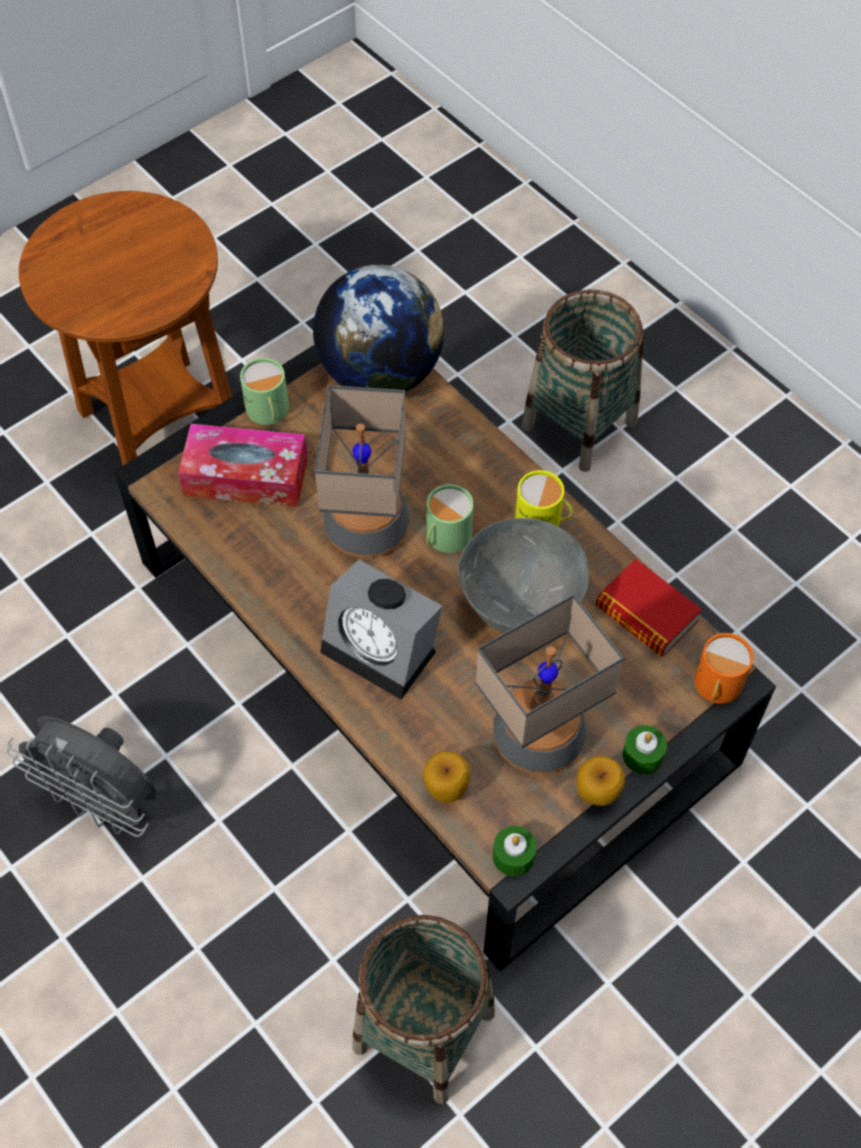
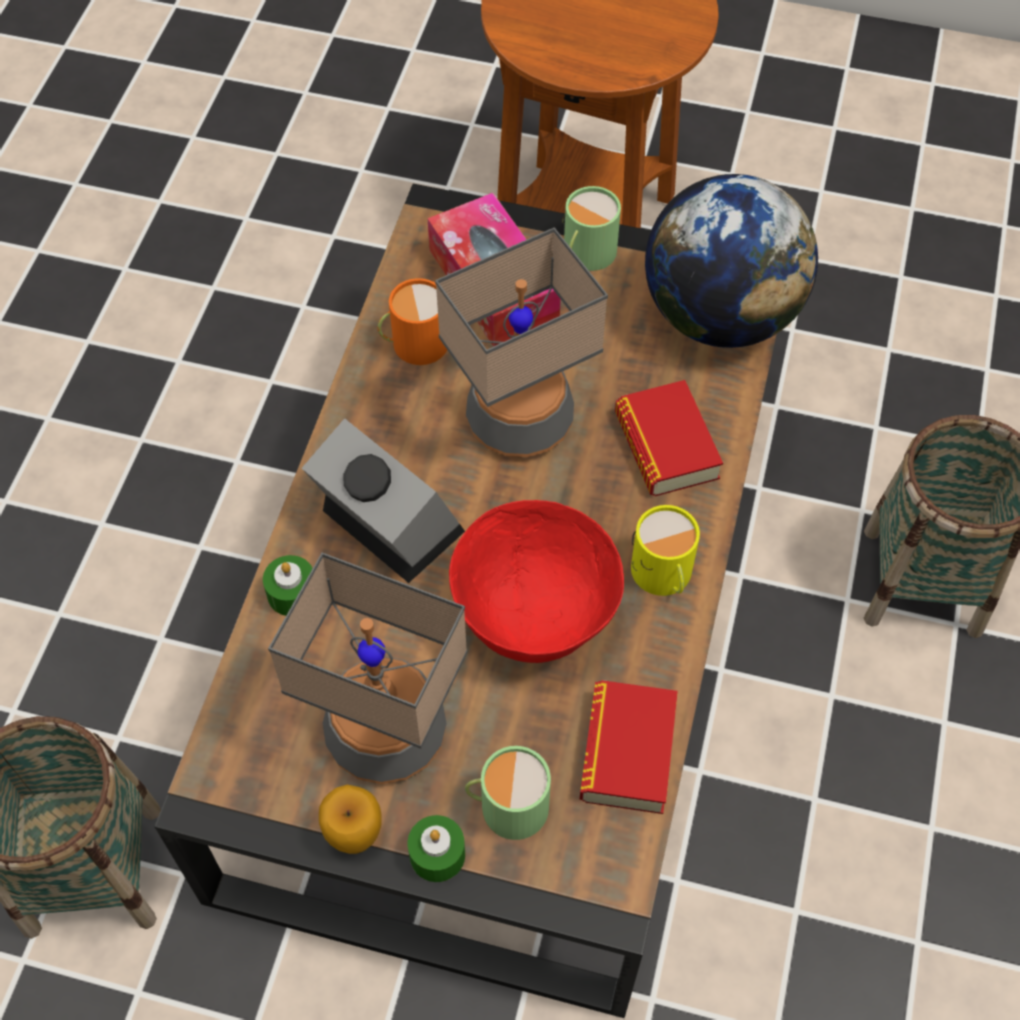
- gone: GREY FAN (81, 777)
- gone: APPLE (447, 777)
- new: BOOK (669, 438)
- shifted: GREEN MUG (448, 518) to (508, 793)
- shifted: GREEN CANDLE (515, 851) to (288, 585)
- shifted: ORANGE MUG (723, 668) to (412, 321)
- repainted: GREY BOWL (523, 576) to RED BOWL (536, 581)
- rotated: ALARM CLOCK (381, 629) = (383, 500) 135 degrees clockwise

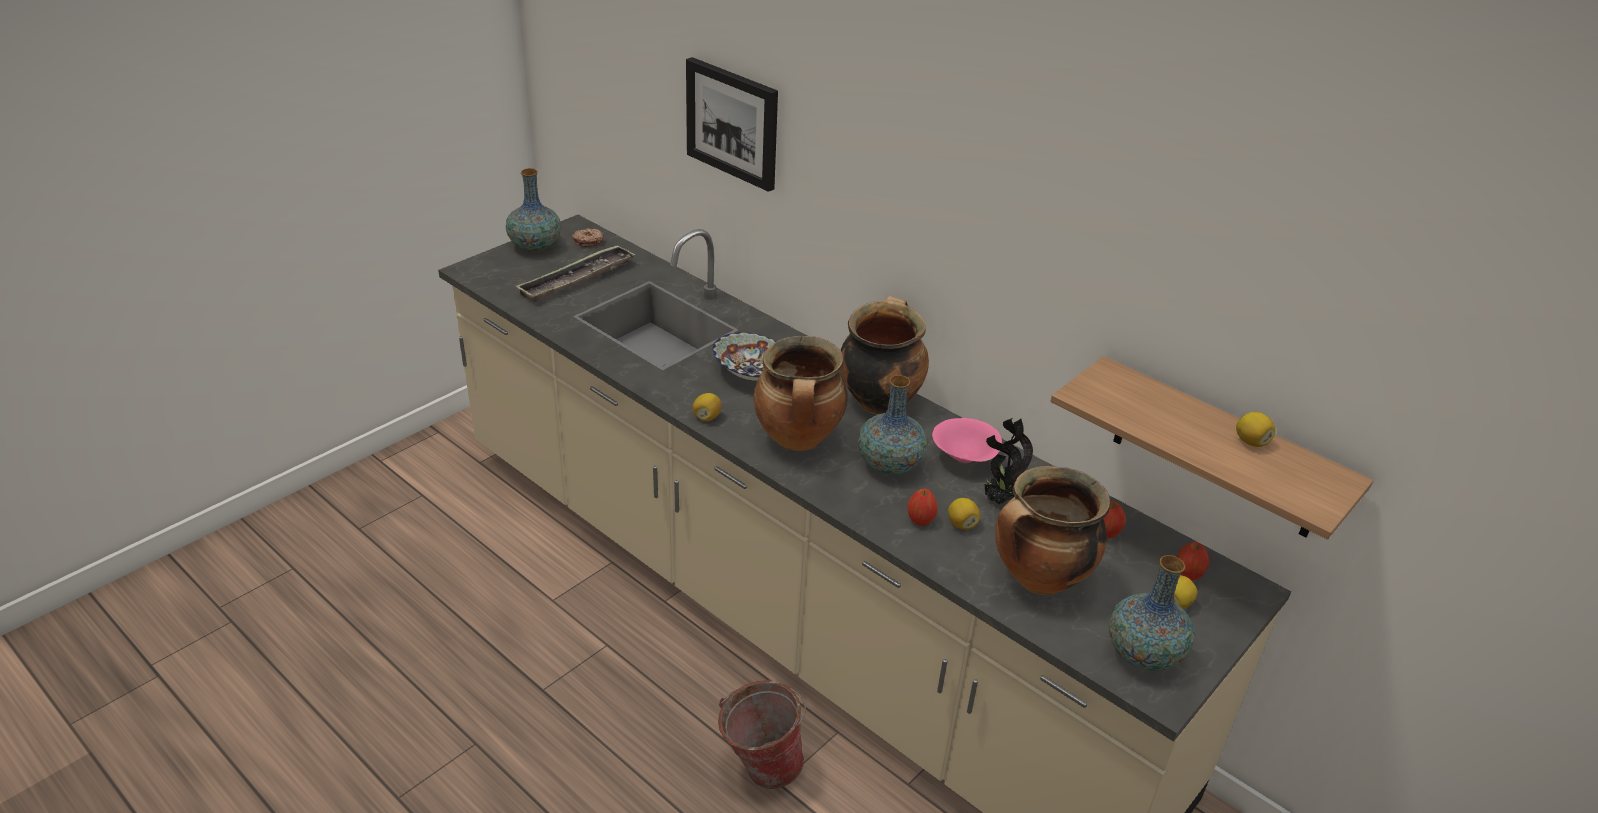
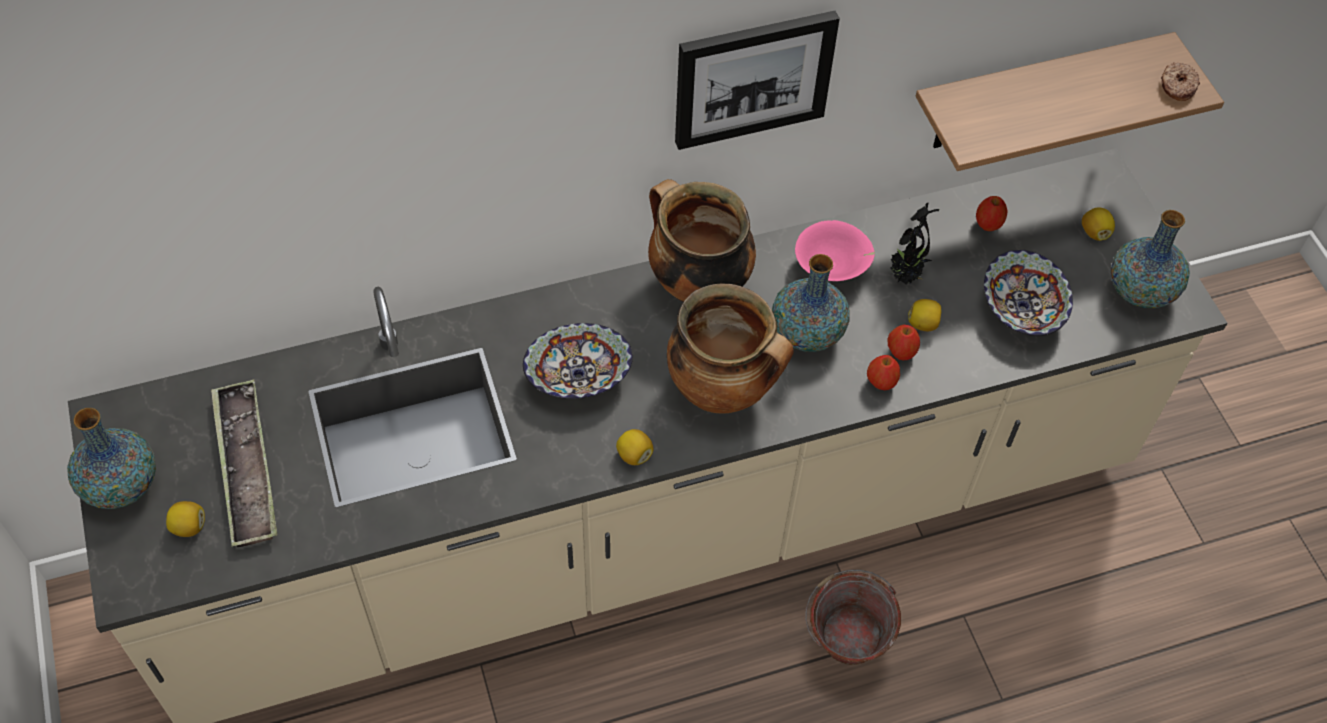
- shifted: DONUT (587, 237) to (1180, 81)
- shifted: PICTURE (732, 124) to (757, 80)
- shifted: APPLE (1193, 561) to (883, 372)
- shifted: LEMON (1255, 429) to (185, 519)
- swapped: COOKING POT (1052, 530) to BOWL (1028, 293)

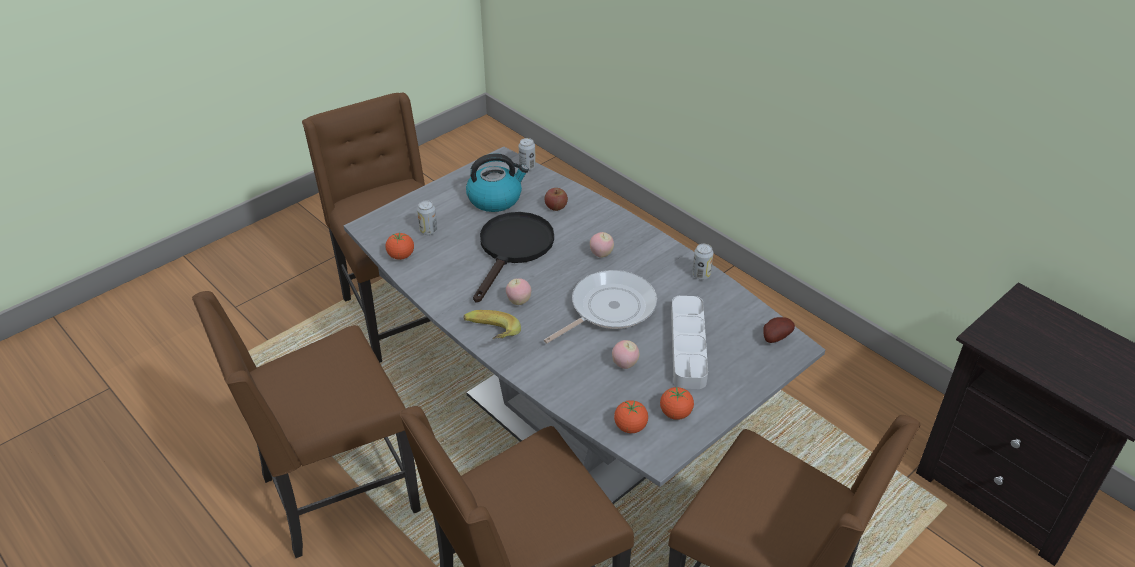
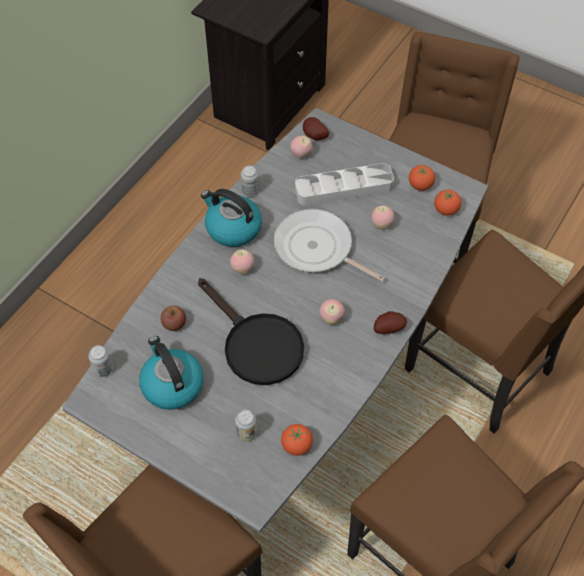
- new: KETTLE (231, 218)
- new: APPLE (301, 147)
- swapped: BANANA (492, 324) to POTATO (390, 322)
- rotated: BLACK FRYING PAN (513, 257) = (251, 331) 135 degrees counterclockwise

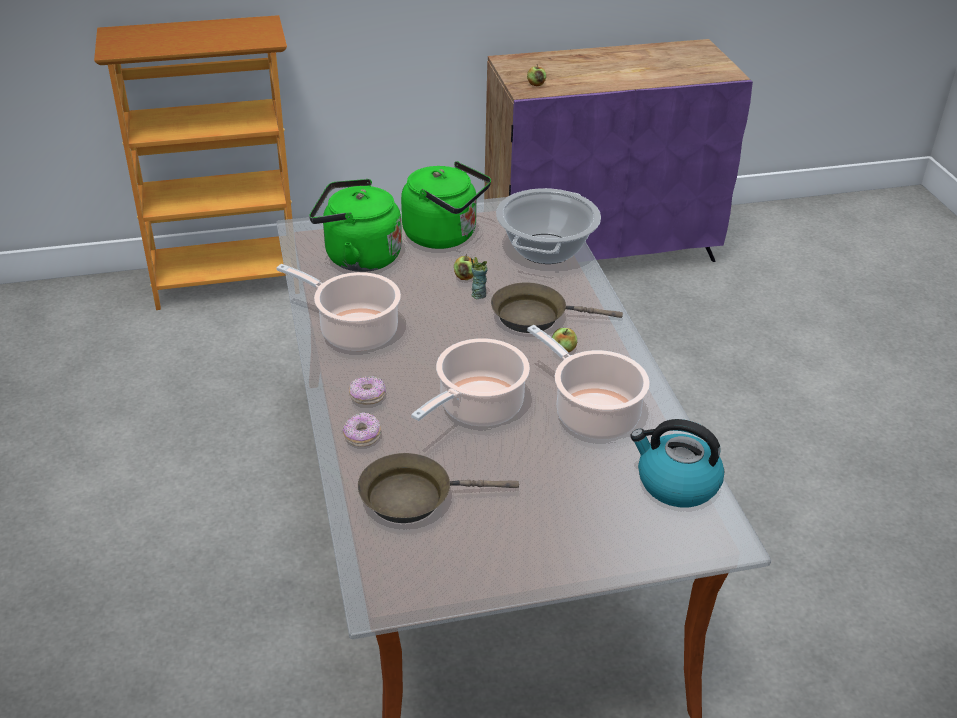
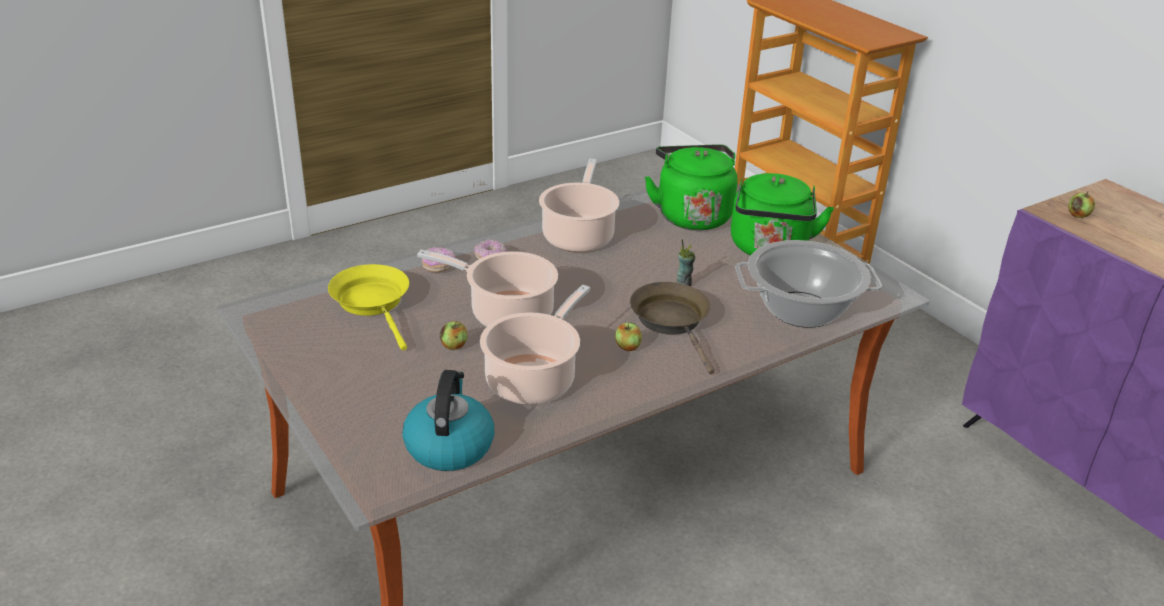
- shifted: APPLE (464, 267) to (454, 335)
- repainted: BROWN FRYING PAN (438, 488) to YELLOW FRYING PAN (368, 307)

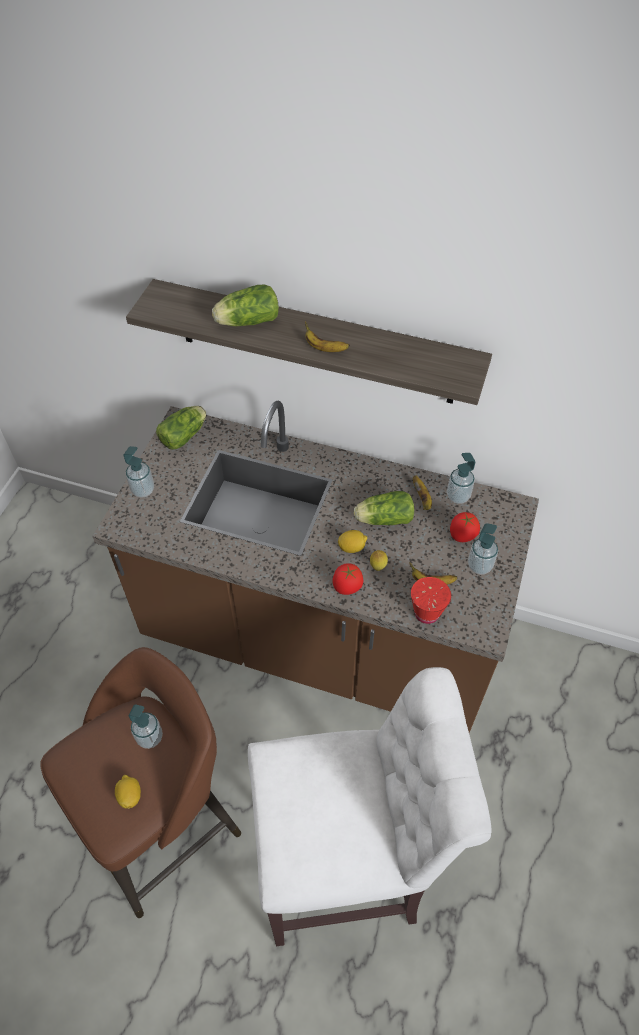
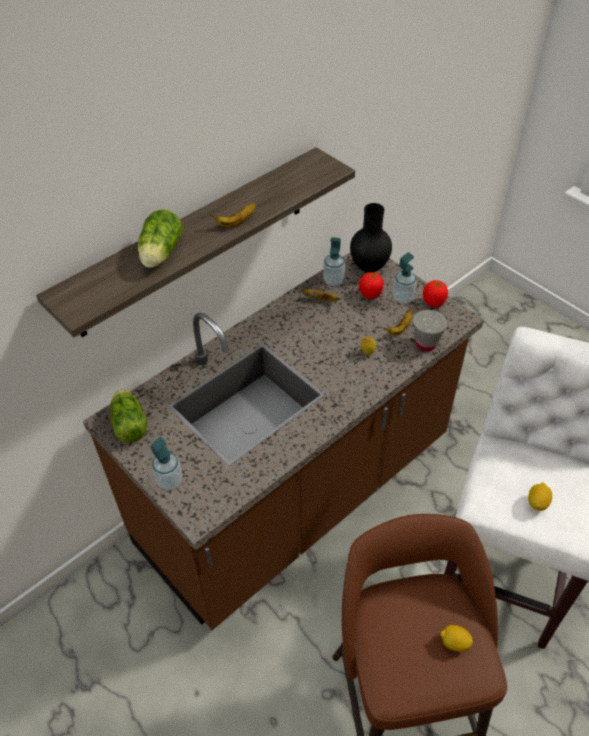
- gone: SOAP DISPENSER (146, 727)
- gone: LETTUCE (384, 508)
- new: BLACK VASE (371, 237)
- shifted: TOMATO (347, 579) to (435, 294)
- shifted: LEMON (353, 541) to (540, 497)
- repainted: RED CUP (431, 600) to GREY CUP (430, 330)

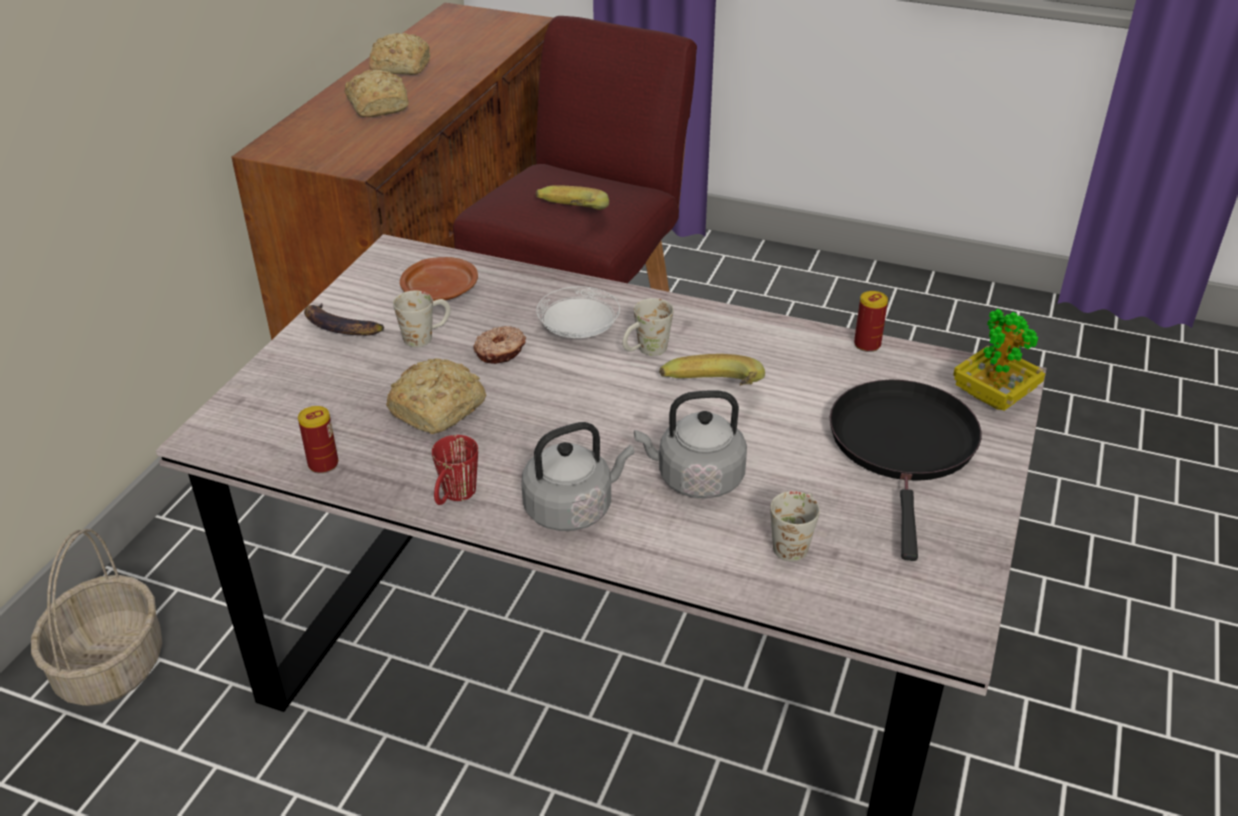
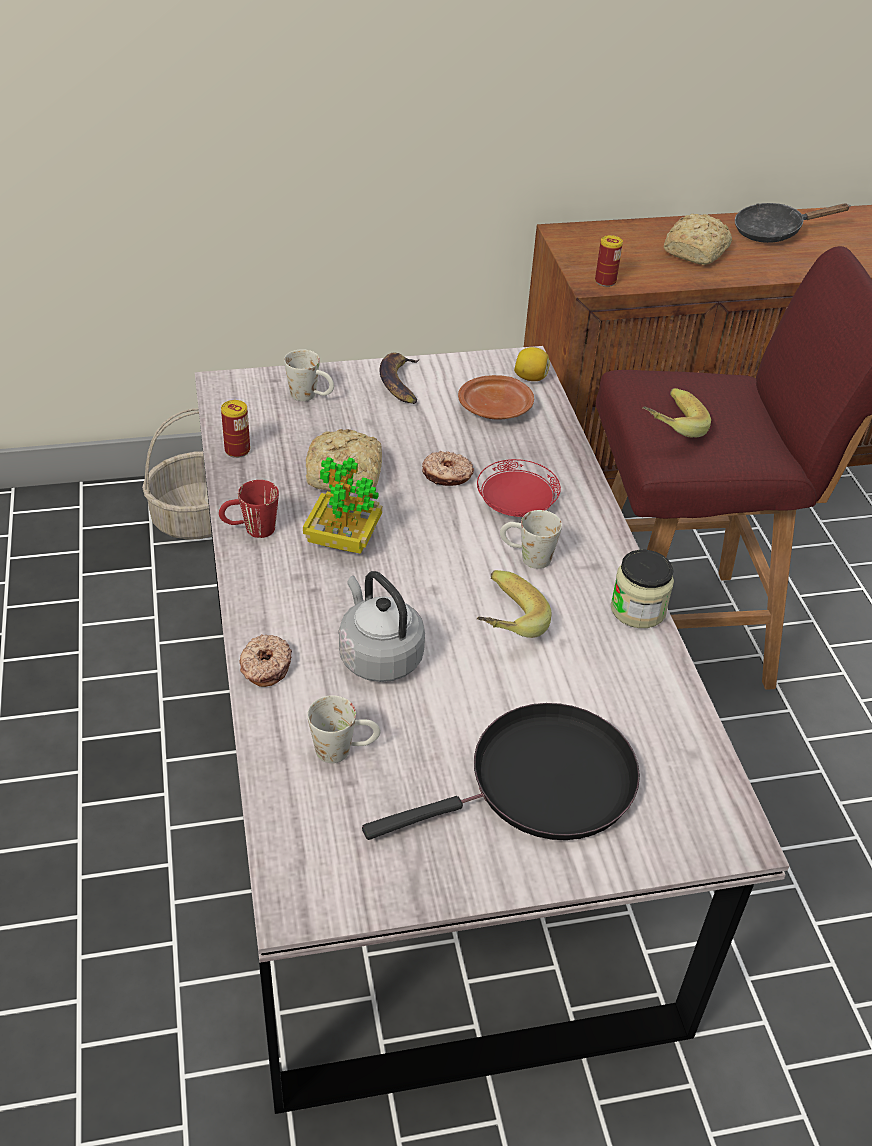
- gone: GREY KETTLE (577, 476)
- new: DONUT (265, 660)
- new: LEMON (532, 364)
- new: JAR (642, 589)
- shifted: WHITE MUG (422, 318) to (309, 375)
- shifted: CAN (871, 321) to (609, 261)
- shifted: POTTED PLANT (999, 360) to (342, 505)
- swapped: BREAD (399, 54) to BLACK FRYING PAN (793, 223)
- repainted: WHITE PLATE (578, 312) to RED PLATE (519, 488)

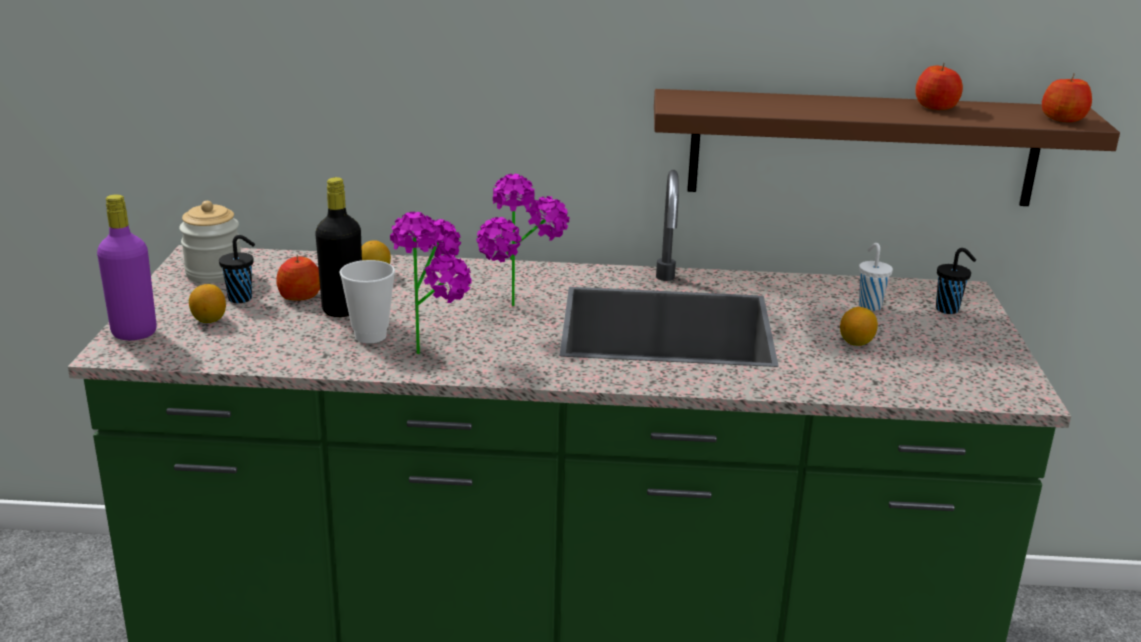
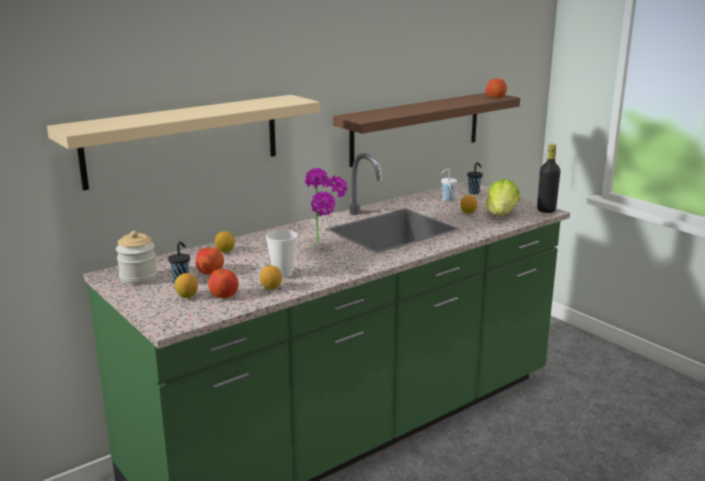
- gone: PURPLE BOTTLE (127, 267)
- gone: POTTED PLANT (430, 283)
- new: BEIGE SHELF (183, 143)
- new: LEMON (271, 278)
- new: LETTUCE (503, 197)
- shifted: BLACK BOTTLE (338, 247) to (548, 178)
- shifted: APPLE (939, 86) to (223, 283)

